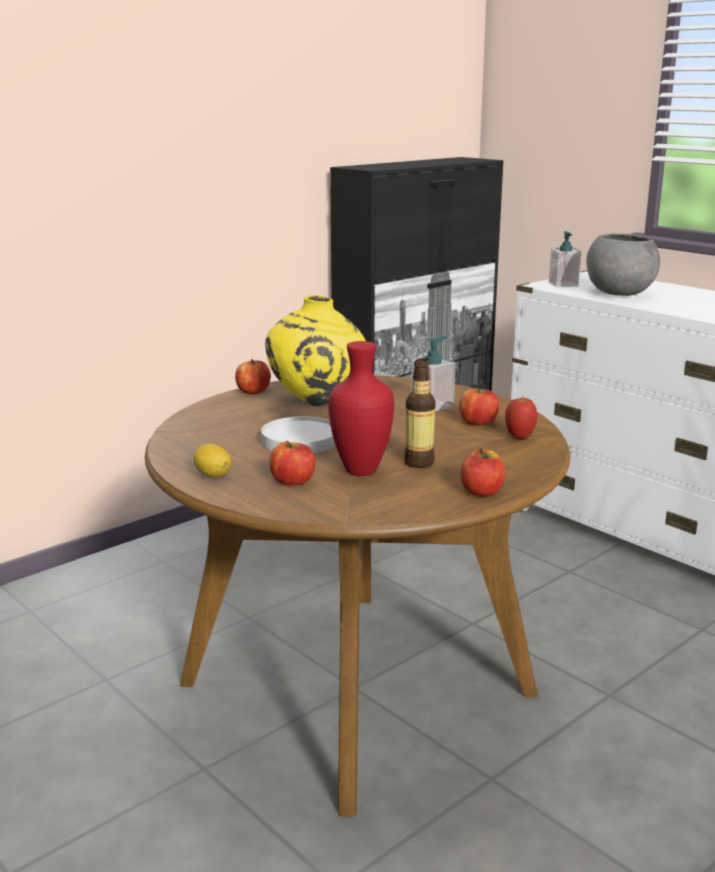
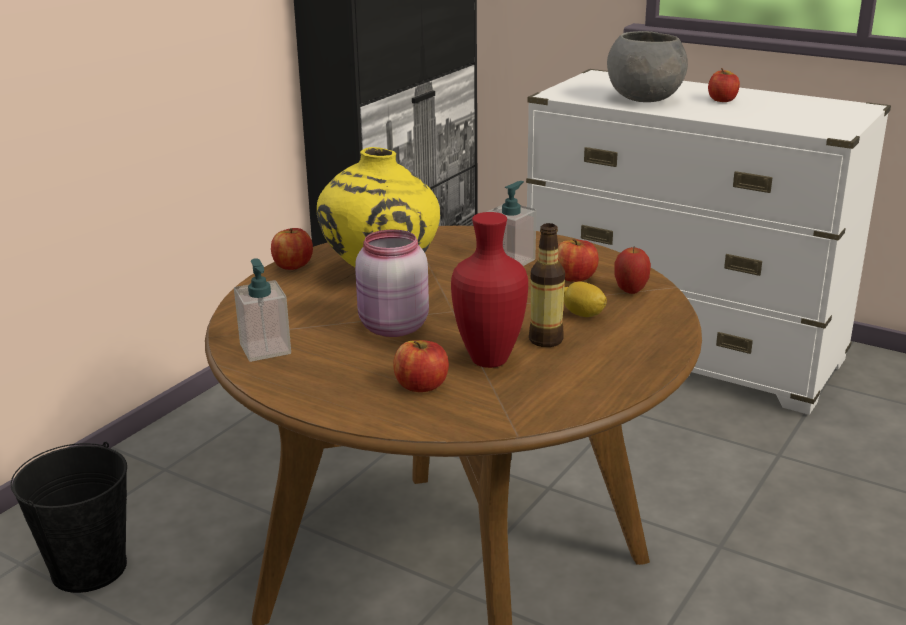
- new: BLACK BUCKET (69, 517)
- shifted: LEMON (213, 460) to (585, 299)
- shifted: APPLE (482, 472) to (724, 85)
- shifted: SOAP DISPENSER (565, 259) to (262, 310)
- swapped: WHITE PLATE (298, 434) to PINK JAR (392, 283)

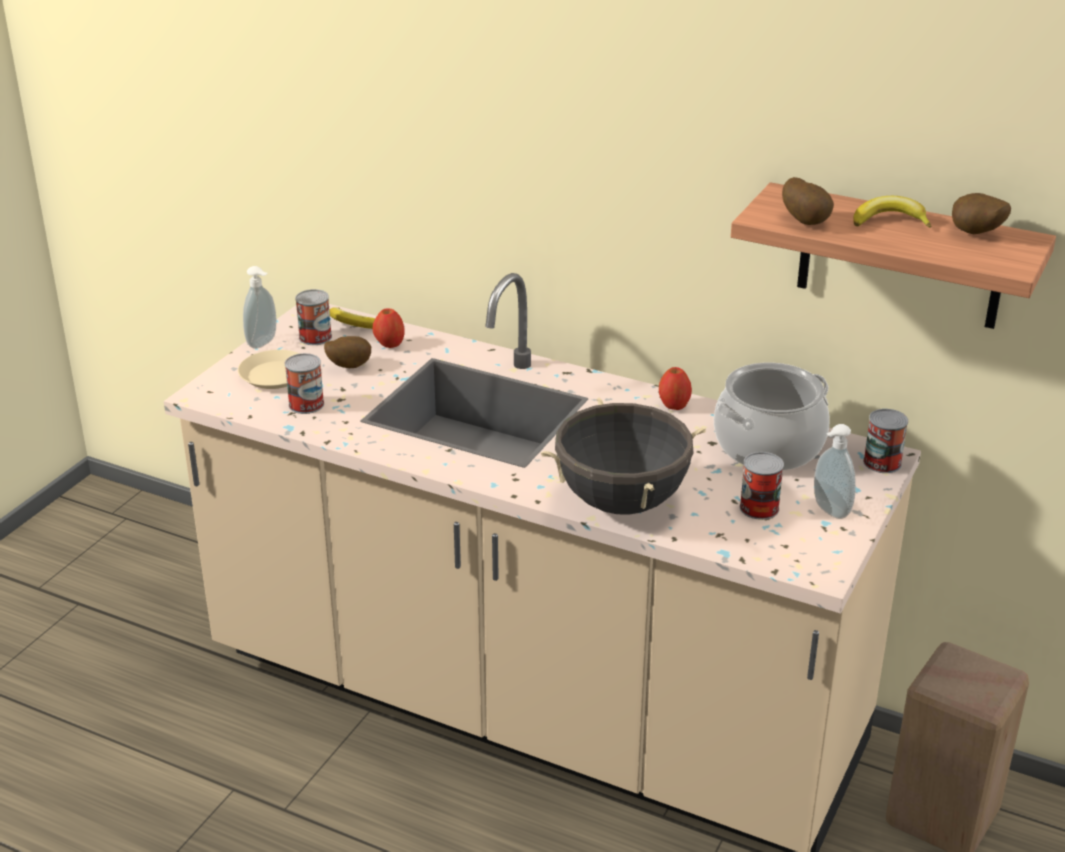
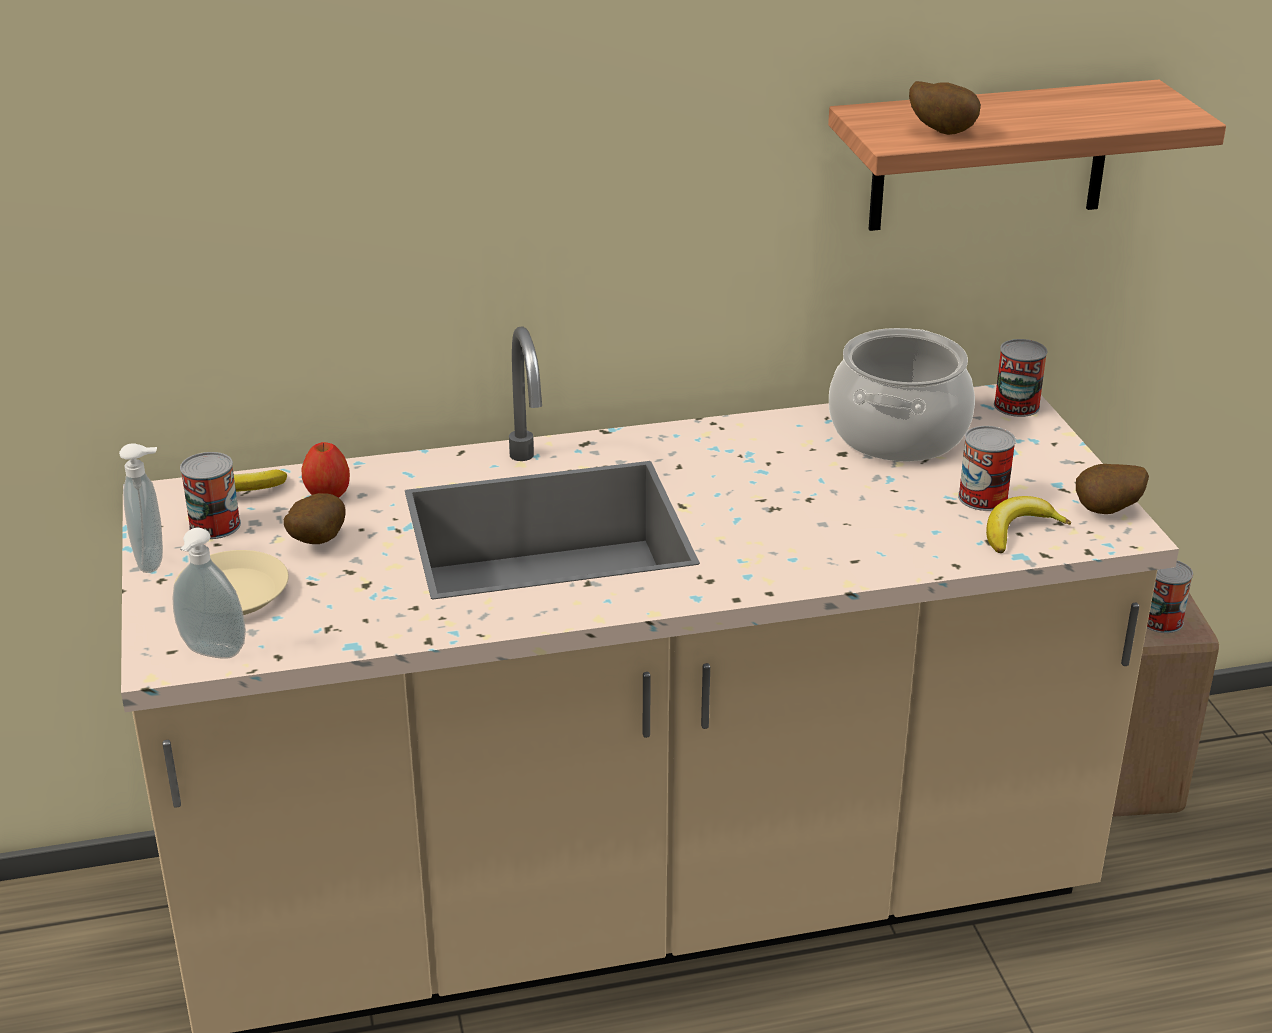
- gone: BLACK COOKING POT (623, 456)
- gone: APPLE (675, 388)
- shifted: CAN (304, 383) to (1170, 596)
- shifted: SOAP DISPENSER (835, 471) to (209, 593)
- shifted: BANANA (892, 212) to (1028, 524)
- shifted: POTATO (981, 213) to (1112, 489)

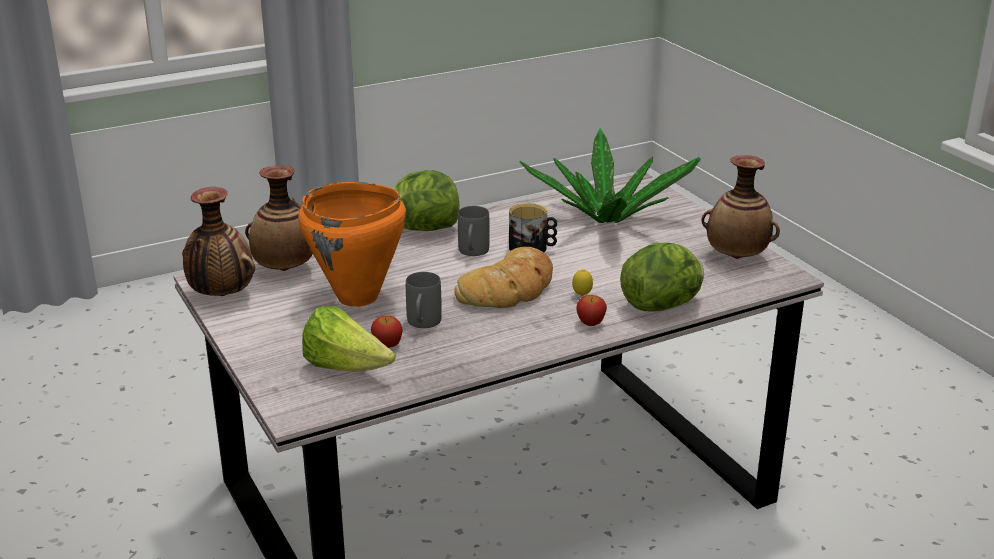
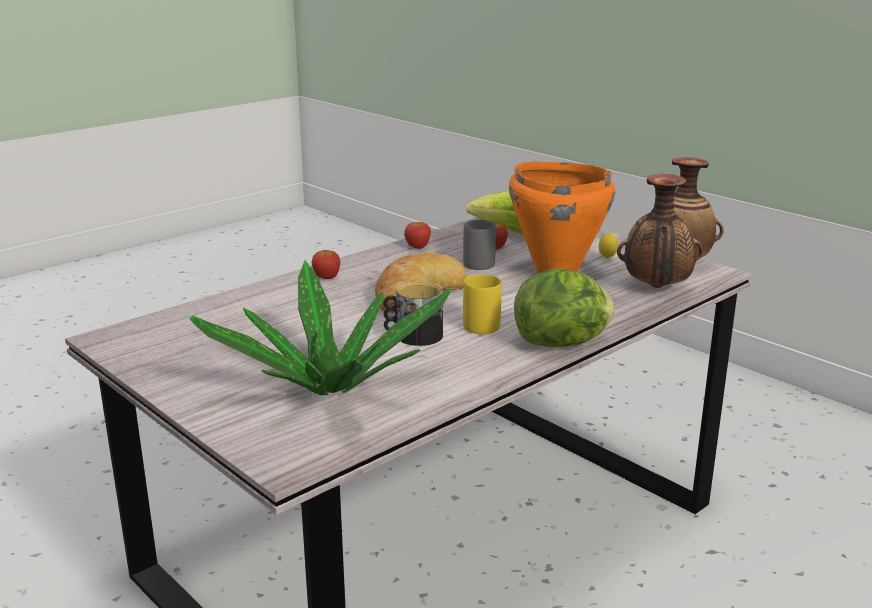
- gone: LETTUCE (662, 277)
- gone: VASE (740, 207)
- new: APPLE (417, 235)
- shifted: LEMON (582, 282) to (608, 245)
- repainted: GREY MUG (474, 231) to YELLOW MUG (482, 304)

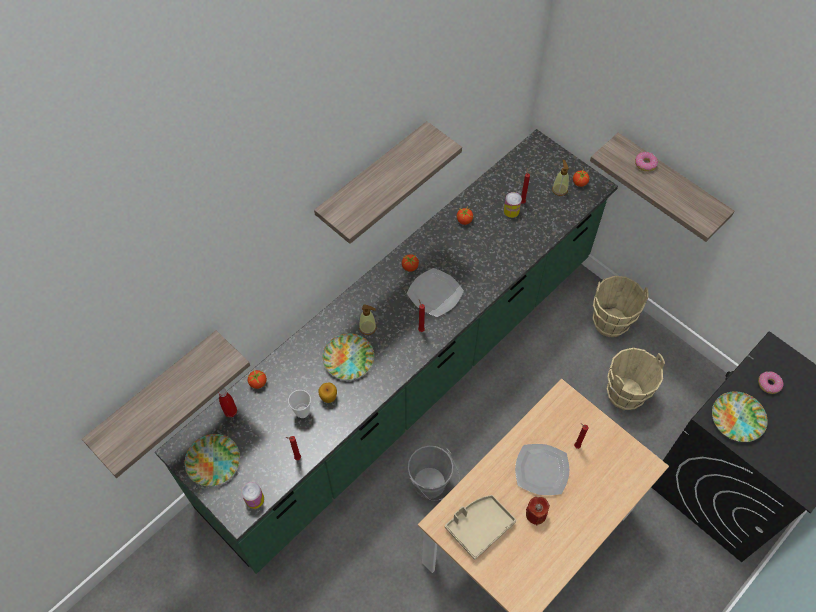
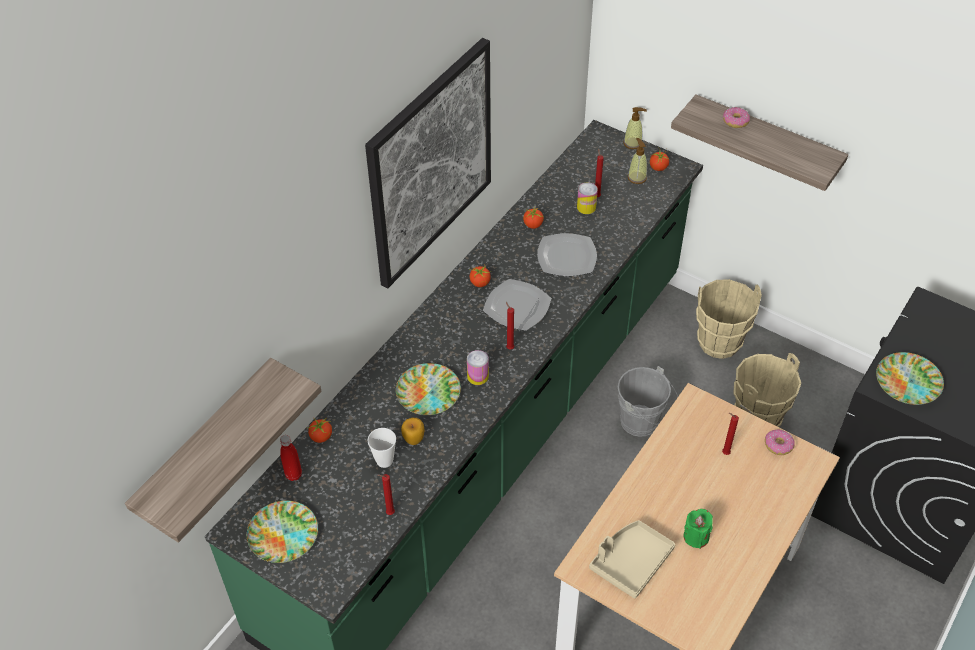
- shifted: CAN (252, 495) to (478, 367)
- shifted: SOAP DISPENSER (368, 319) to (635, 128)
- shifted: GREY BUCKET (434, 473) to (648, 401)
- shifted: PLATE (542, 469) to (567, 254)
- shifted: DONUT (771, 382) to (780, 442)
- swapped: SHELF (388, 182) to PICTURE (428, 163)
- repainted: RED CANDLE (538, 511) to GREEN CANDLE (698, 529)

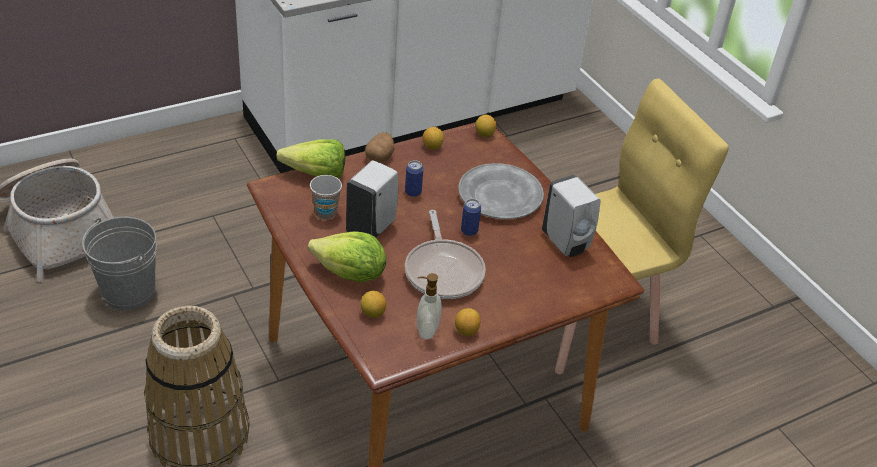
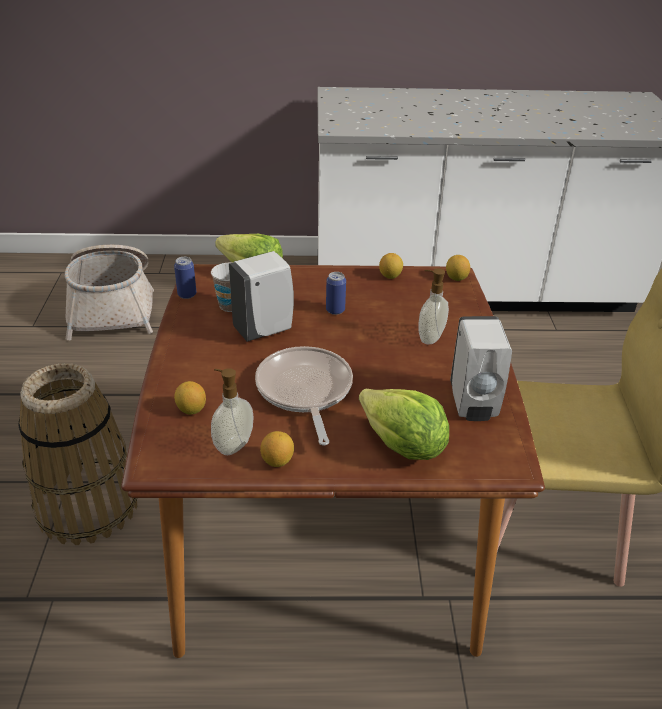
- gone: GREY BUCKET (119, 263)
- gone: POTATO (379, 147)
- shifted: LETTUCE (347, 256) to (404, 424)
- shifted: CAN (471, 217) to (185, 278)
- swapped: GREY PLATE (501, 191) to SOAP DISPENSER (433, 306)
- rotated: FRYING PAN (445, 254) = (304, 396) 150 degrees clockwise

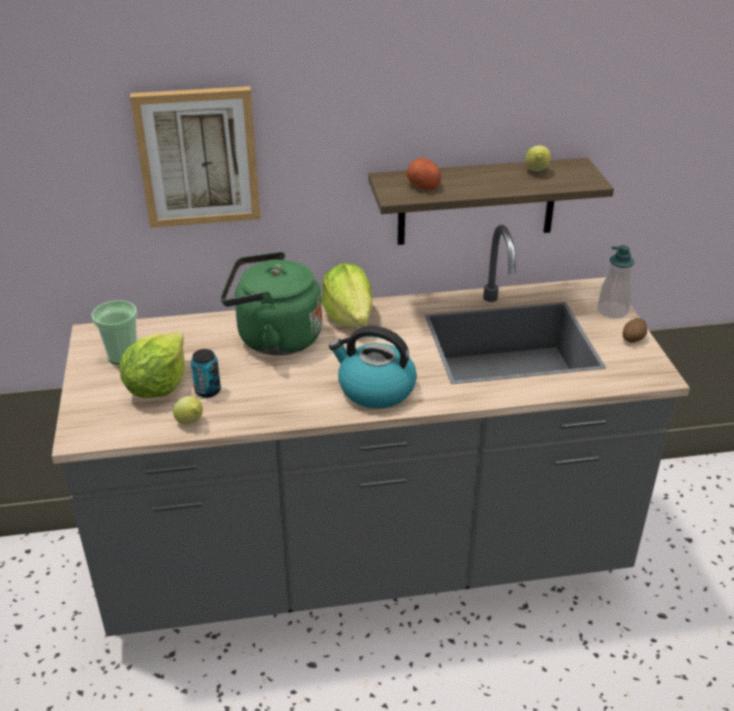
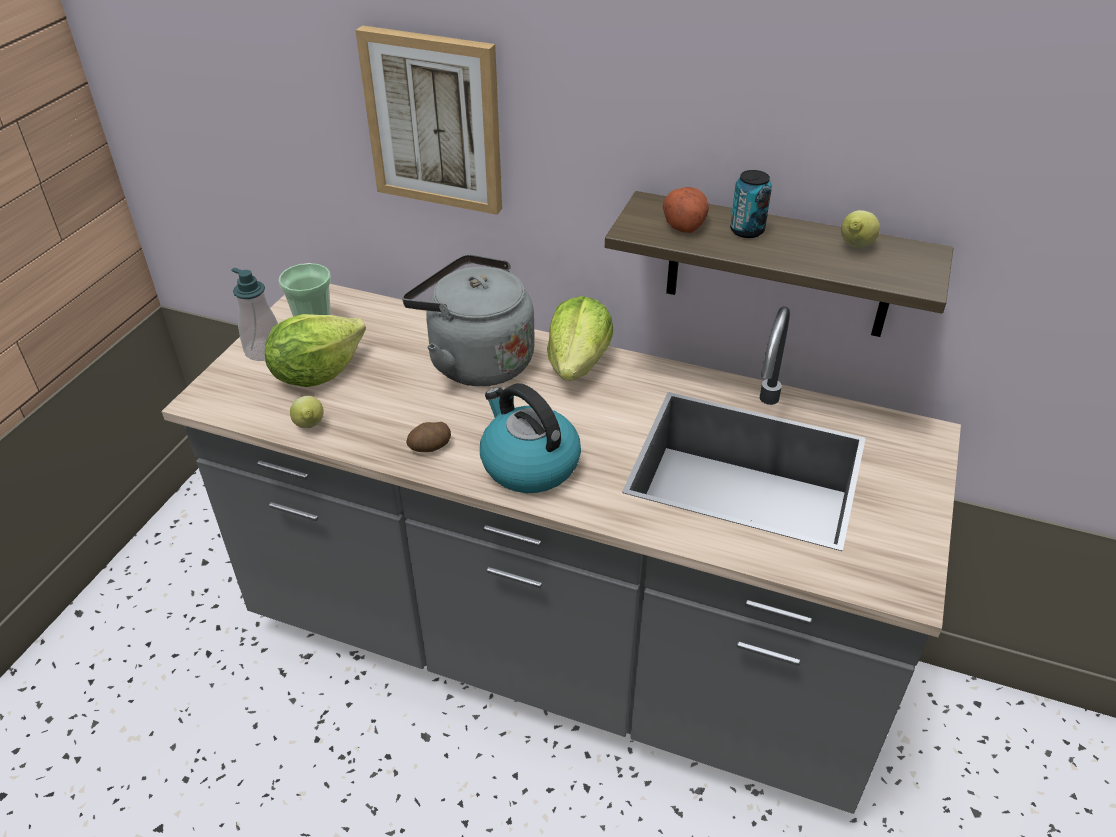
- shifted: CAN (206, 373) to (751, 204)
- shifted: SOAP DISPENSER (616, 281) to (254, 314)
- shifted: POTATO (635, 330) to (428, 437)
- repainted: GREEN KETTLE (271, 303) to GREY KETTLE (468, 320)

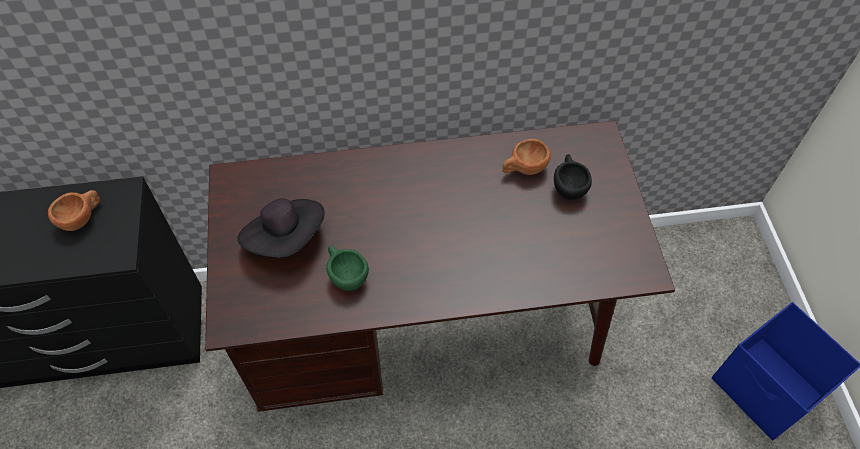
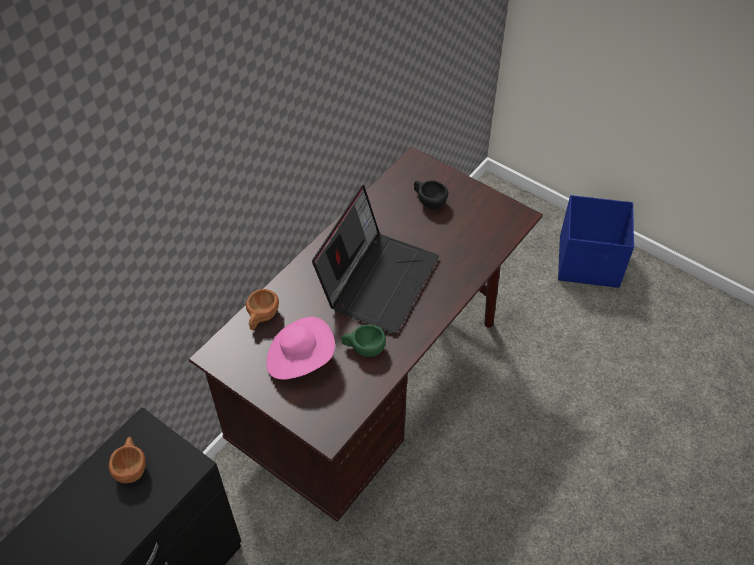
- new: LAPTOP (375, 259)
- shifted: BROWN CUP (526, 157) to (262, 309)
- repainted: BLACK HAT (281, 228) to PINK HAT (300, 348)

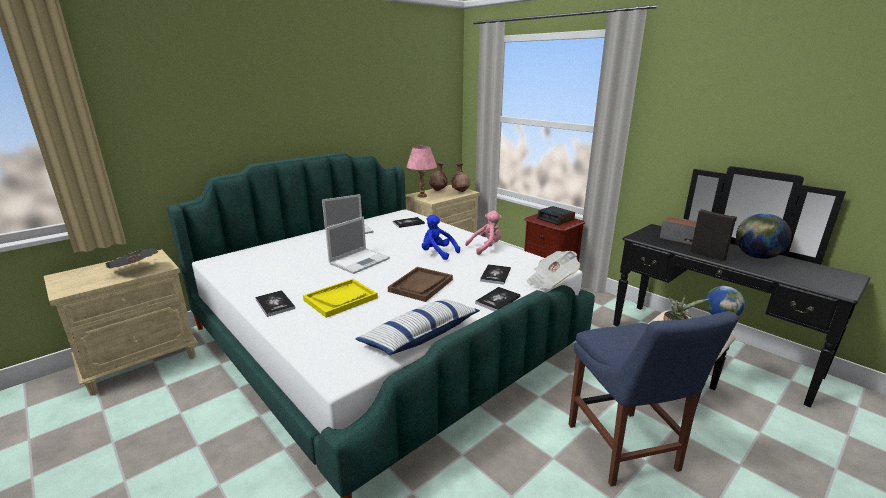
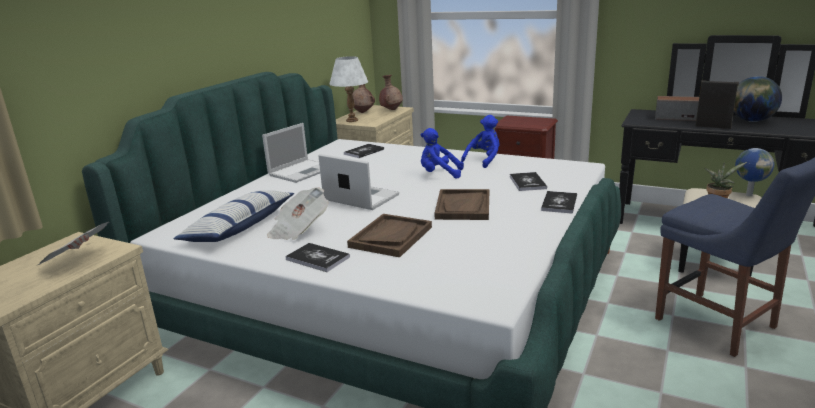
- gone: ALARM CLOCK (556, 215)
- shifted: PILLOW (418, 327) to (233, 216)
- shifted: NEWSPAPER (553, 270) to (297, 213)
- repainted: YELLOW TRAY (340, 298) to BROWN TRAY (389, 235)
- repainted: PINK TABLE LAMP (422, 171) to WHITE TABLE LAMP (349, 89)
- repainted: PINK PLUSH TOY (483, 233) to BLUE PLUSH TOY (480, 141)
- rotated: LAPTOP (357, 245) = (358, 182) 75 degrees counterclockwise

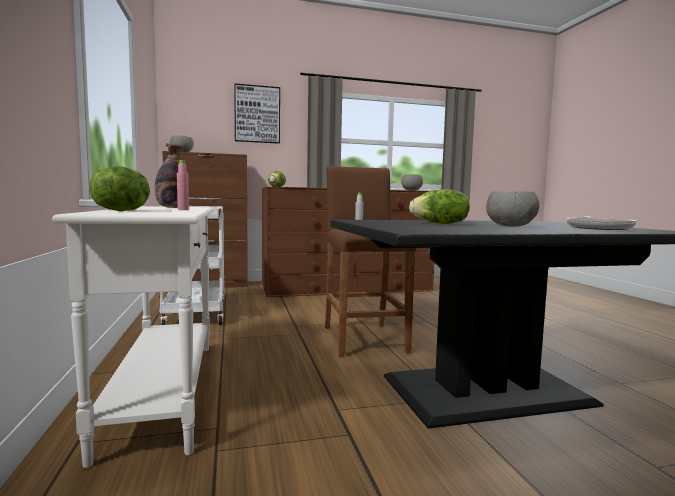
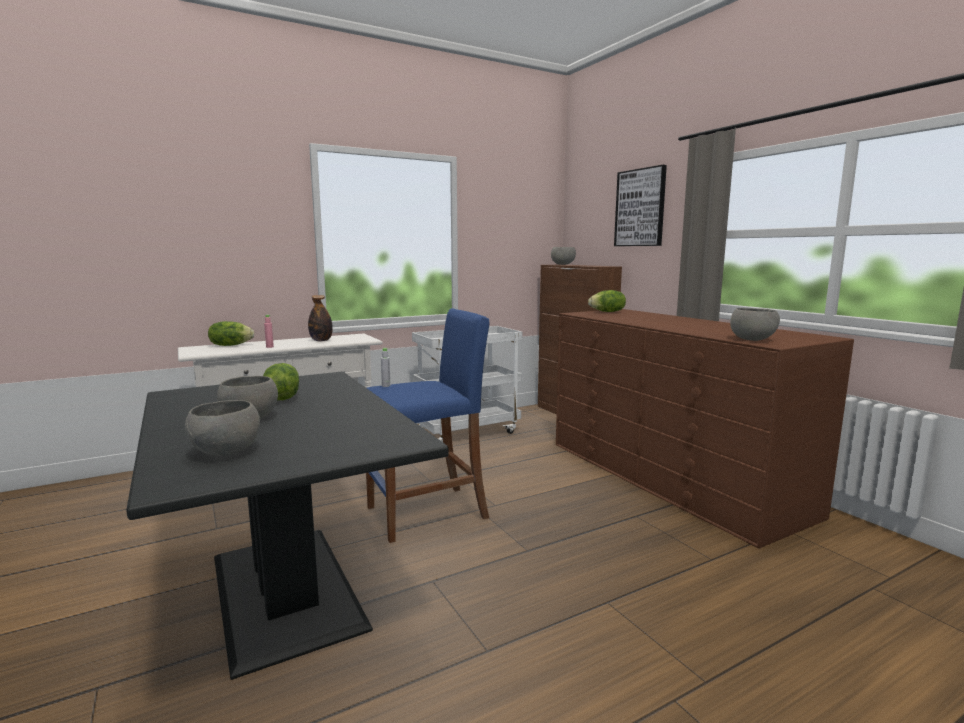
- swapped: FRYING PAN (601, 223) to GREY BOWL (222, 428)
- repainted: BROWN STOOL (370, 261) to BLUE STOOL (428, 425)

